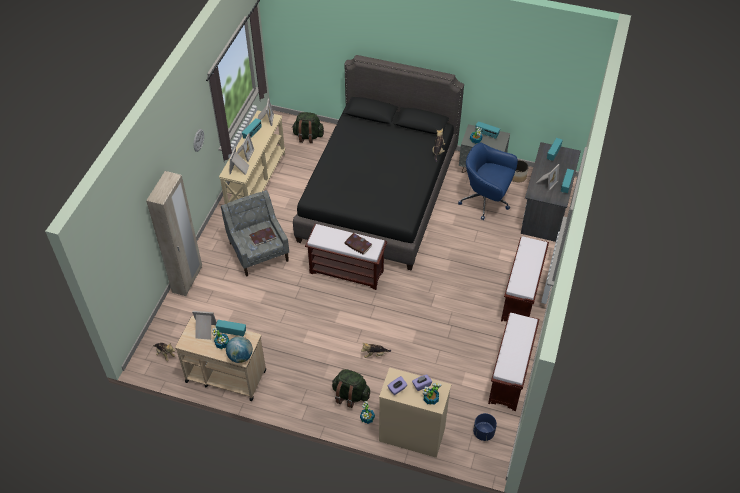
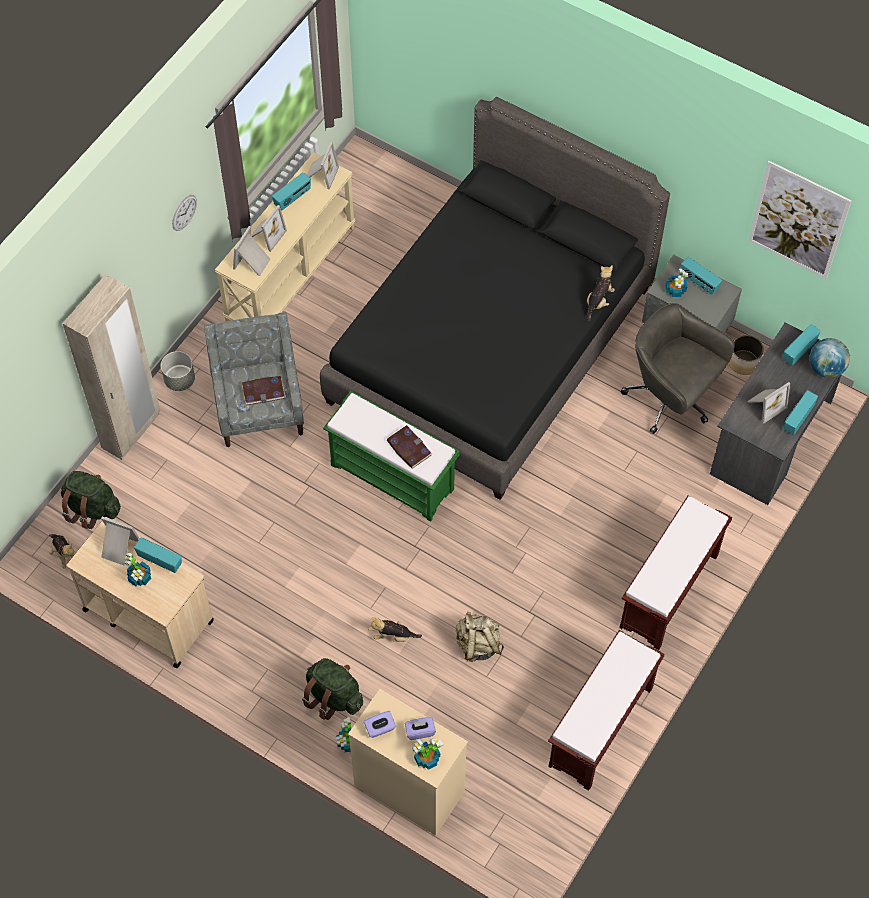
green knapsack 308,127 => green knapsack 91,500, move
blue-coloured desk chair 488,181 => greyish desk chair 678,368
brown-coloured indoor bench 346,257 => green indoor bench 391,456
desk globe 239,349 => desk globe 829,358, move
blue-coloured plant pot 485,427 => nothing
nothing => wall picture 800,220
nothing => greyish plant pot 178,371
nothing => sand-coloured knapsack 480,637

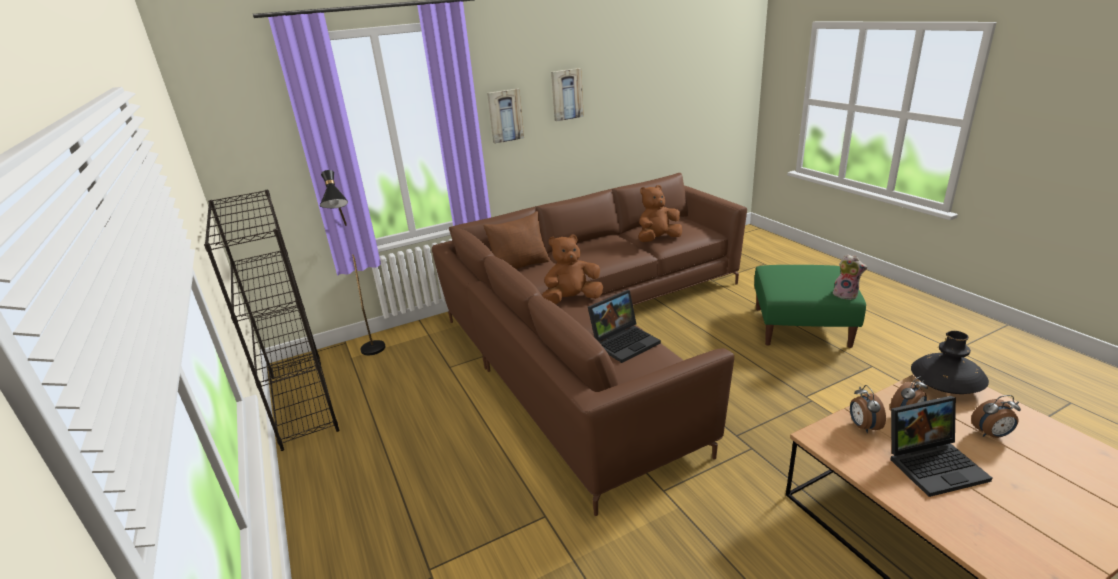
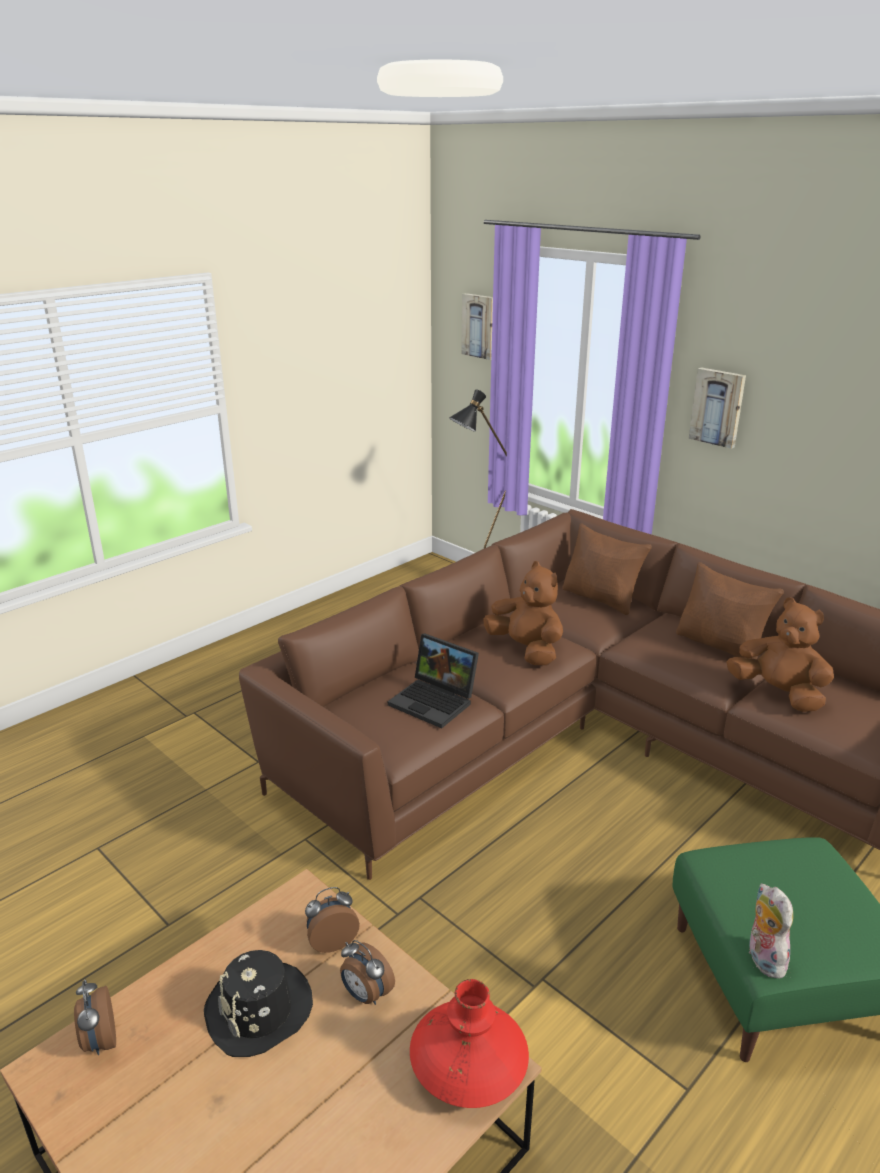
wall picture 567,94 => wall picture 477,326, move
black-coloured shelving unit 271,320 => nothing
soft toy 850,277 => soft toy 771,931, 150 degrees clockwise
black-coloured vase 950,362 => red-coloured vase 469,1043
bedside clock 996,416 => bedside clock 95,1017, move
notebook computer 941,446 => black-coloured hat 258,1003
nothing => brown-coloured throw pillow 730,610

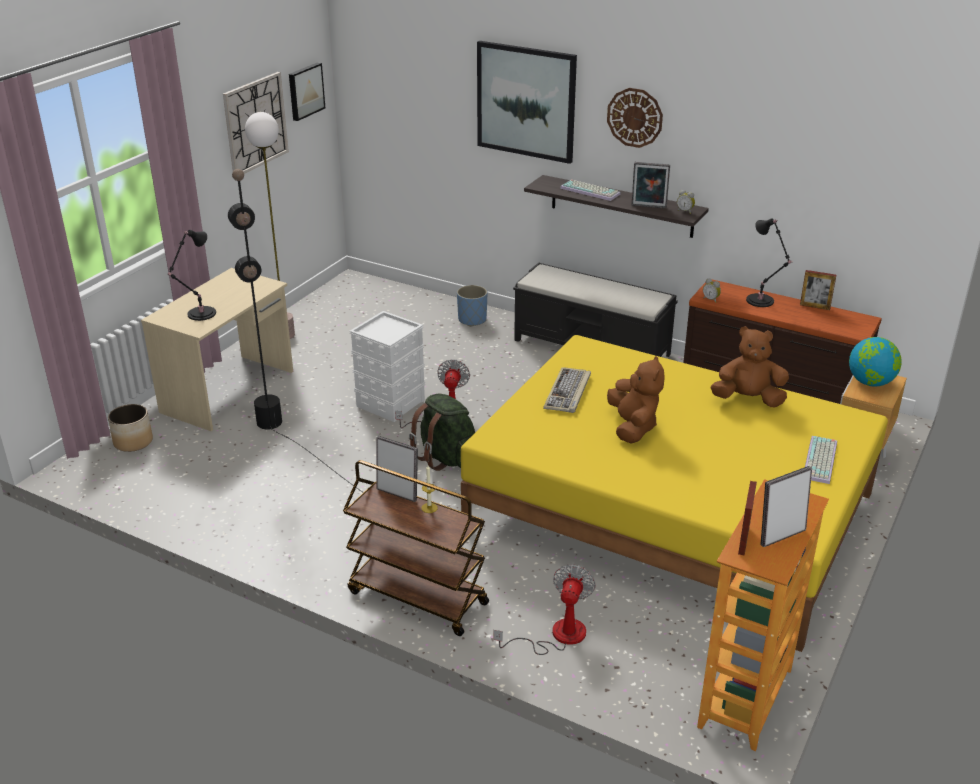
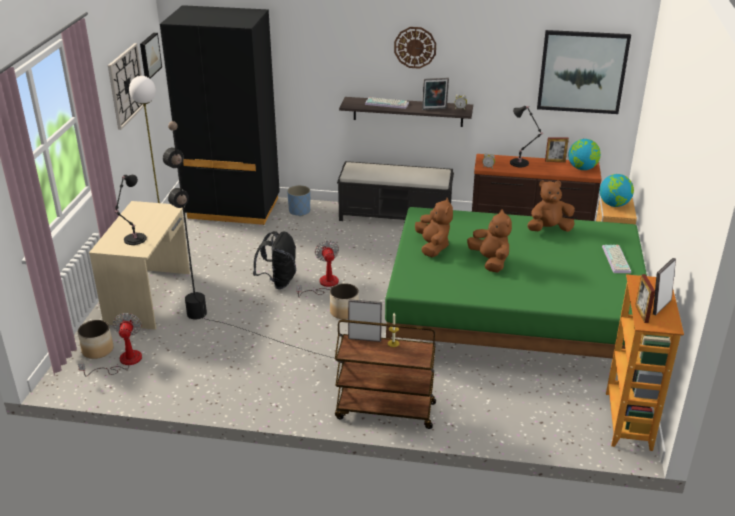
wall picture 527,102 => wall picture 584,72, move
white storage bin 387,366 => black-coloured knapsack 274,260
yellow-coloured bed 674,493 => green bed 516,283
keyboard 567,390 => brown-coloured soft toy 434,227
green knapsack 442,432 => plant pot 344,301
fan 545,609 => fan 110,344, move
nothing => black-coloured wardrobe 220,115
nothing => desk globe 584,154

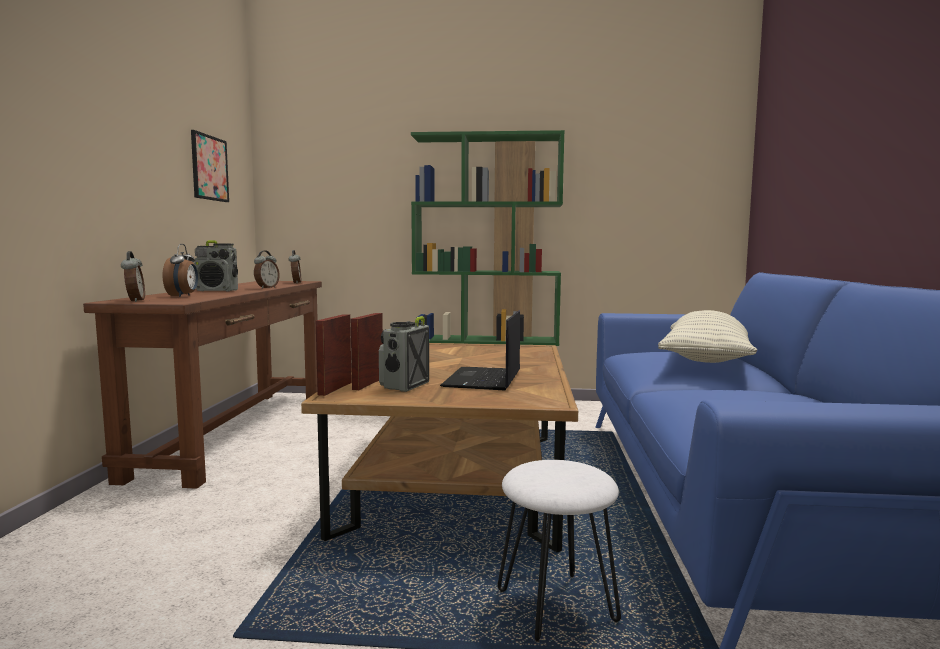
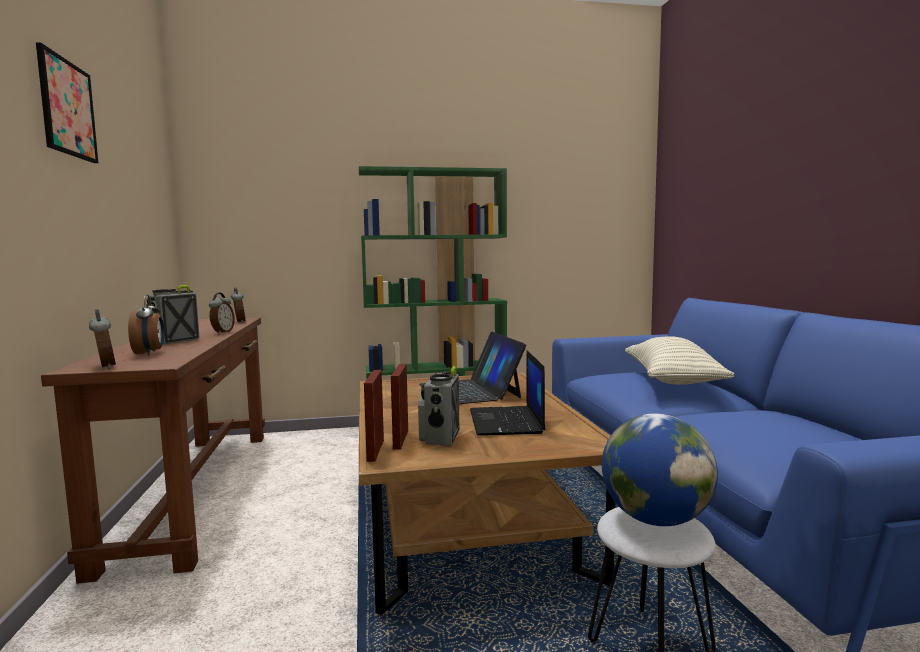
wall picture 210,166 => wall picture 67,102, move
radio 216,265 => radio 173,314, 135 degrees clockwise
nothing => notebook computer 472,367
nothing => desk globe 660,469

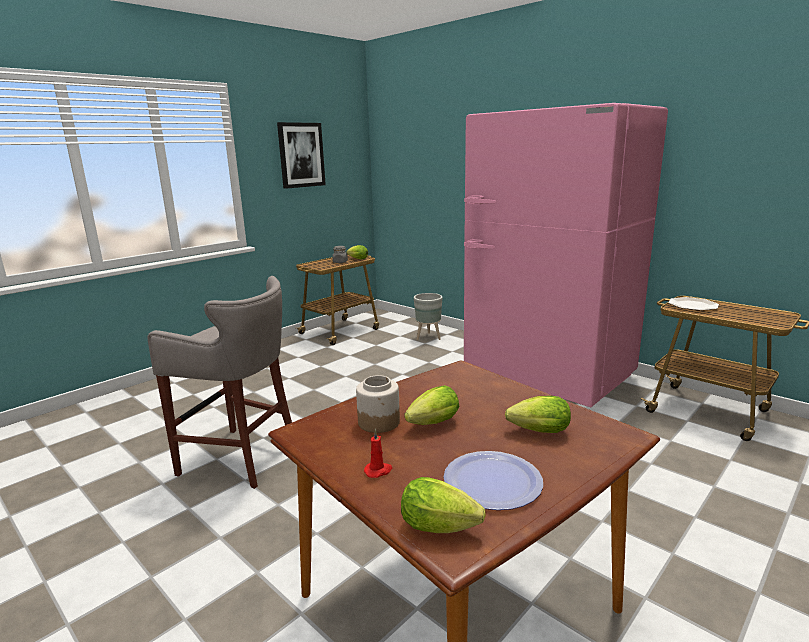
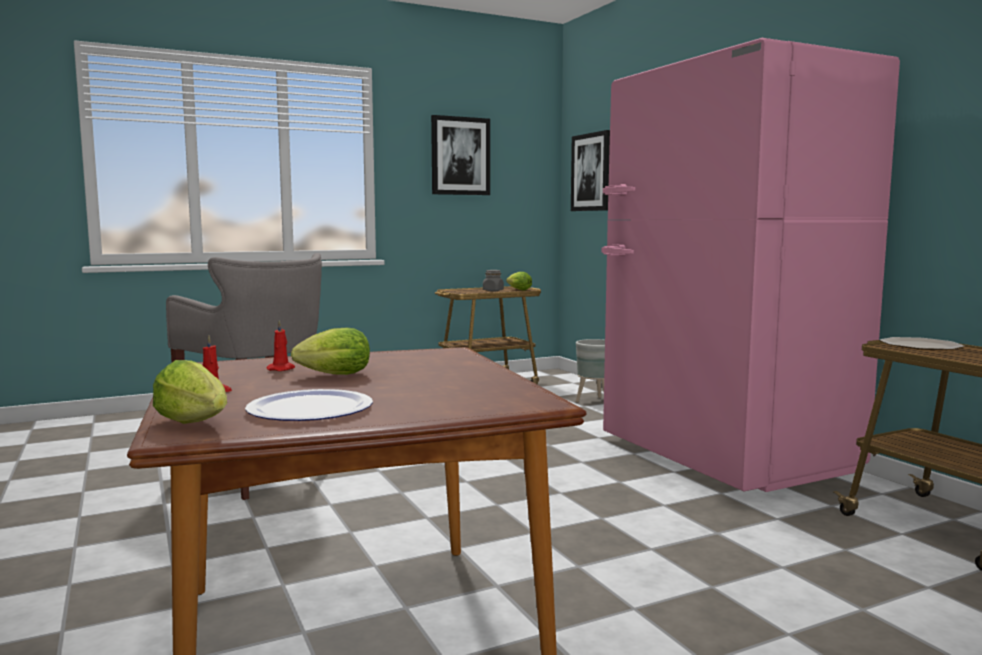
jar 378,404 => red-coloured wax light 281,345
lettuce head 538,414 => nothing
nothing => wall picture 590,170

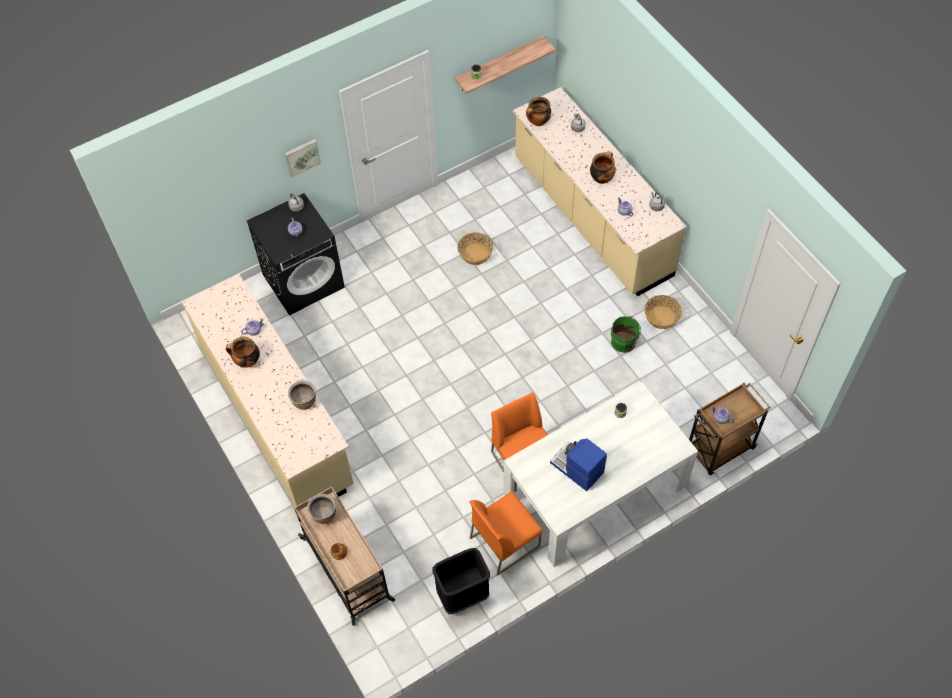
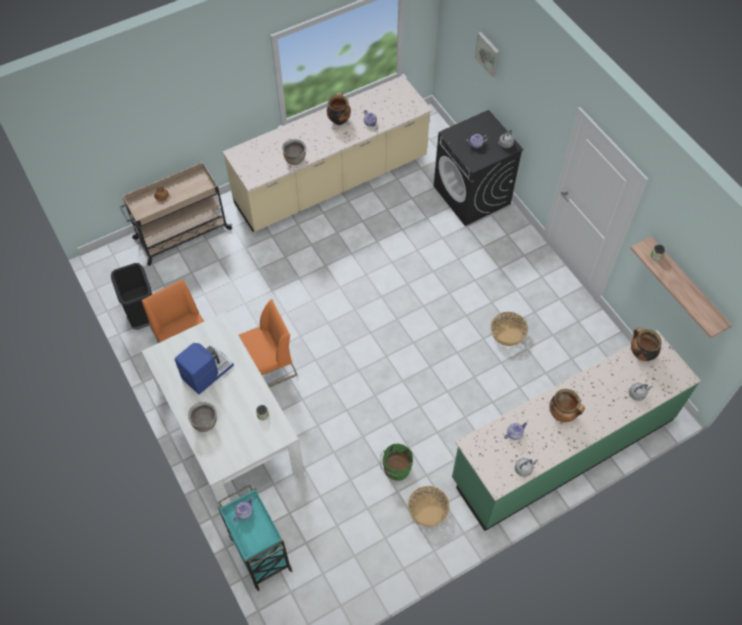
sand-coloured kitchen counter 599,191 => green kitchen counter 576,430
wall picture 302,158 => wall picture 487,54, move
brown-coloured cart 729,429 => turquoise cart 255,538
brown-coloured saucepot 321,509 => brown-coloured saucepot 202,417, move

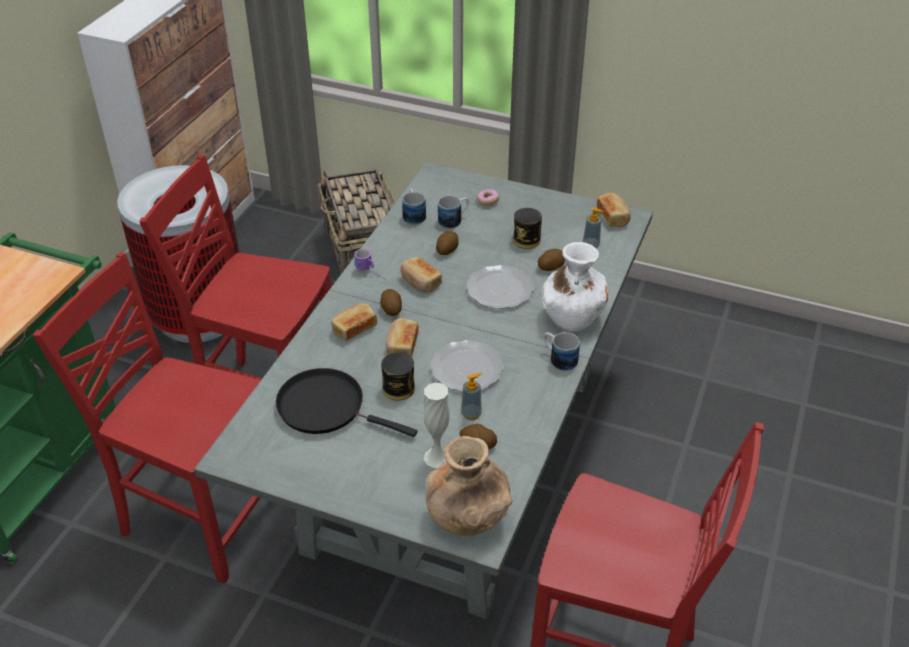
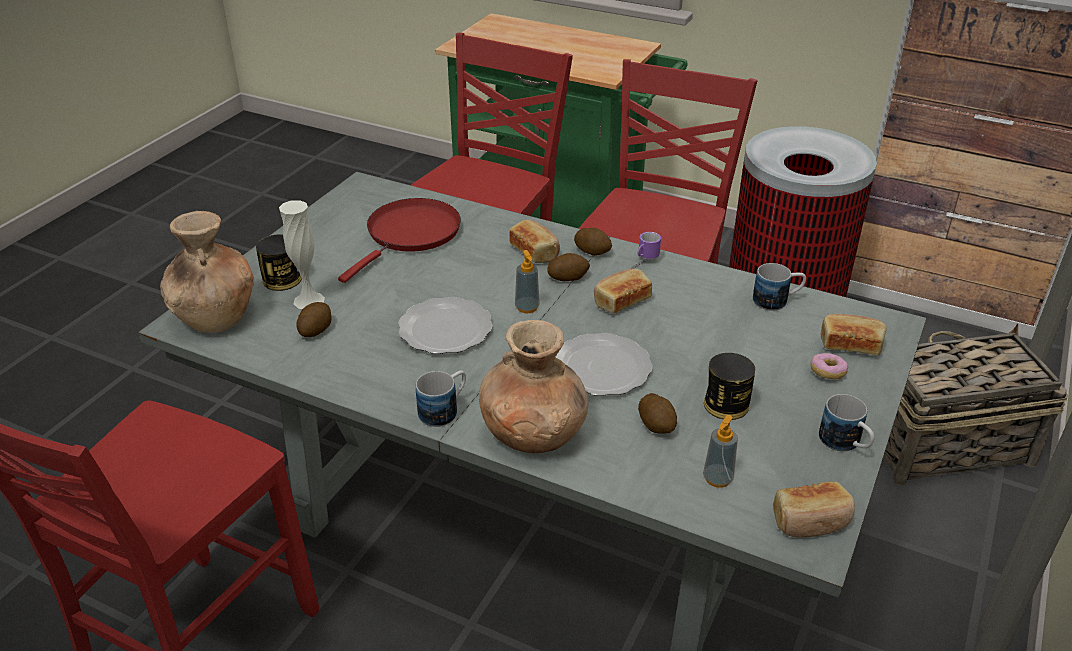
tea mug 453,212 => tea mug 846,422, move
whole potato 447,243 => whole potato 593,242, move
white vase 574,287 => brown-coloured vase 533,386
bakery bread 402,337 => bakery bread 853,334, move
can 398,376 => can 278,262, move
black-coloured frying pan 346,402 => red-coloured frying pan 399,240
soap bottle 471,396 => soap bottle 527,282, move

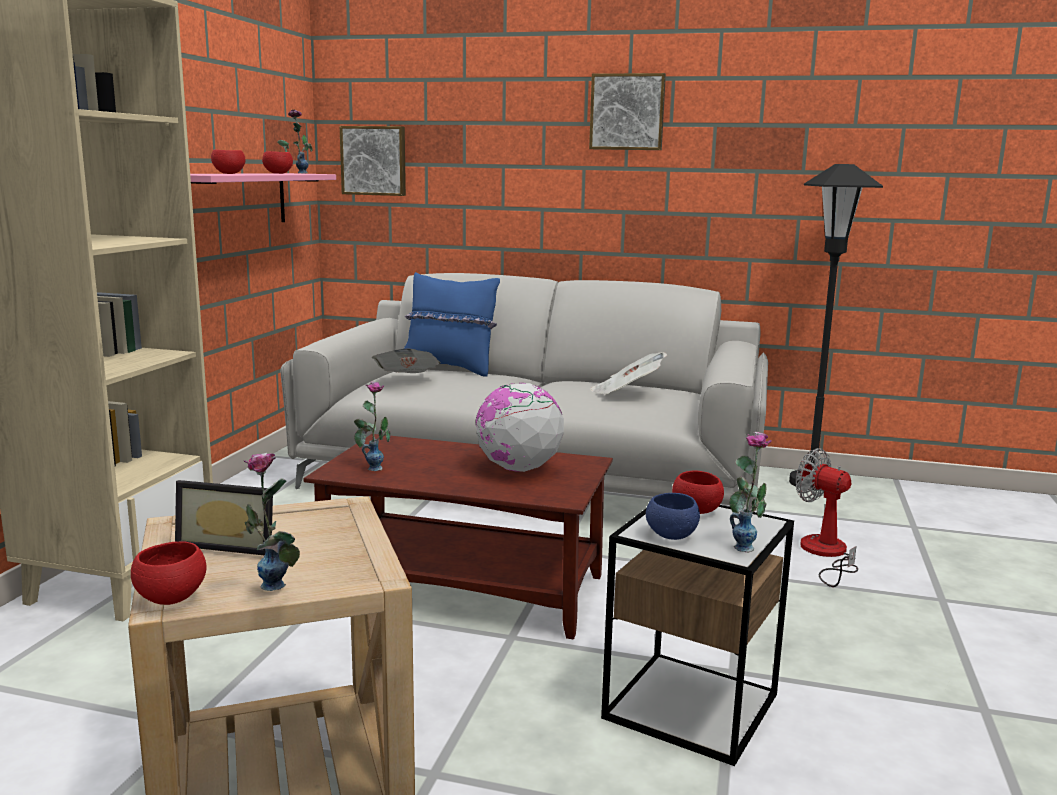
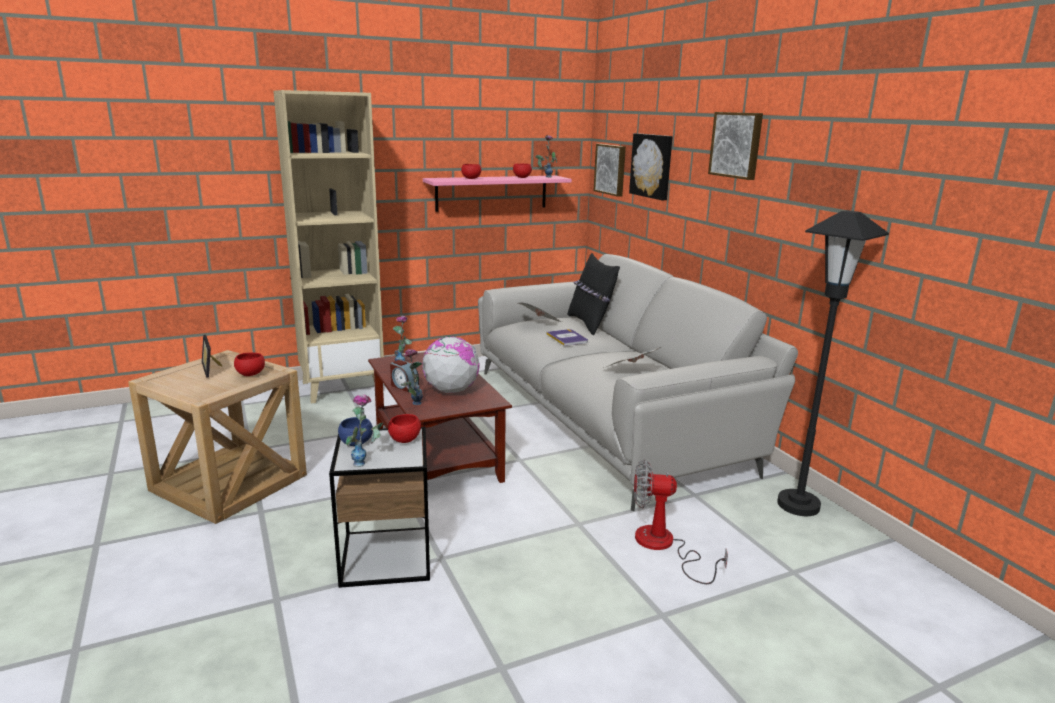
blue-coloured throw pillow 452,324 => black-coloured throw pillow 594,294
fan 827,517 => fan 681,522, 90 degrees counterclockwise
vase 272,522 => vase 412,377, move
red-coloured deep dish 169,573 => red-coloured deep dish 249,364, move
nothing => wall picture 651,166
nothing => book 567,337
nothing => bedside clock 404,376

